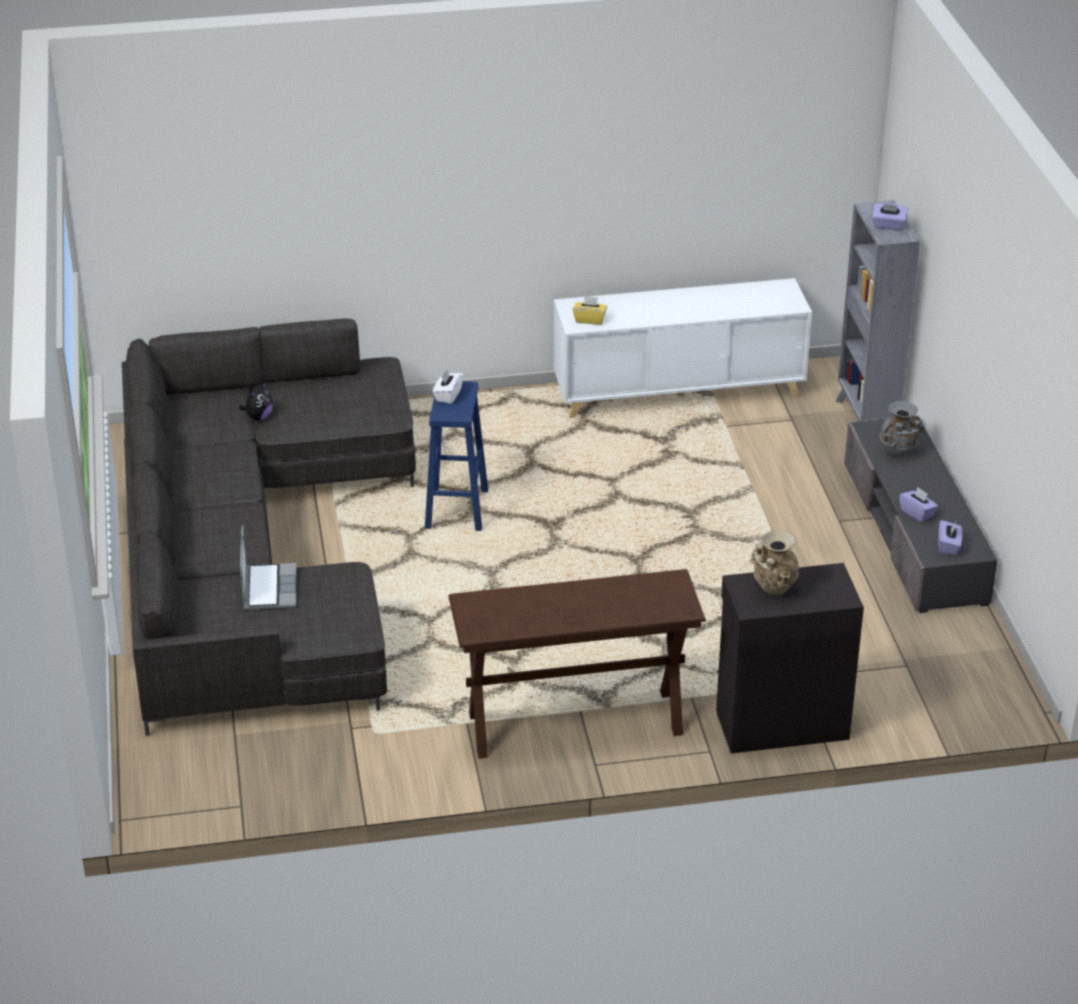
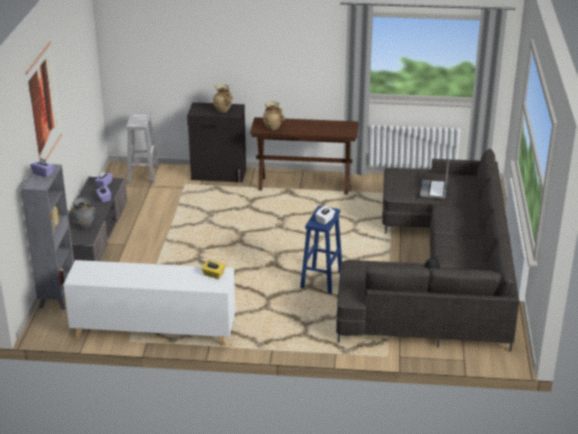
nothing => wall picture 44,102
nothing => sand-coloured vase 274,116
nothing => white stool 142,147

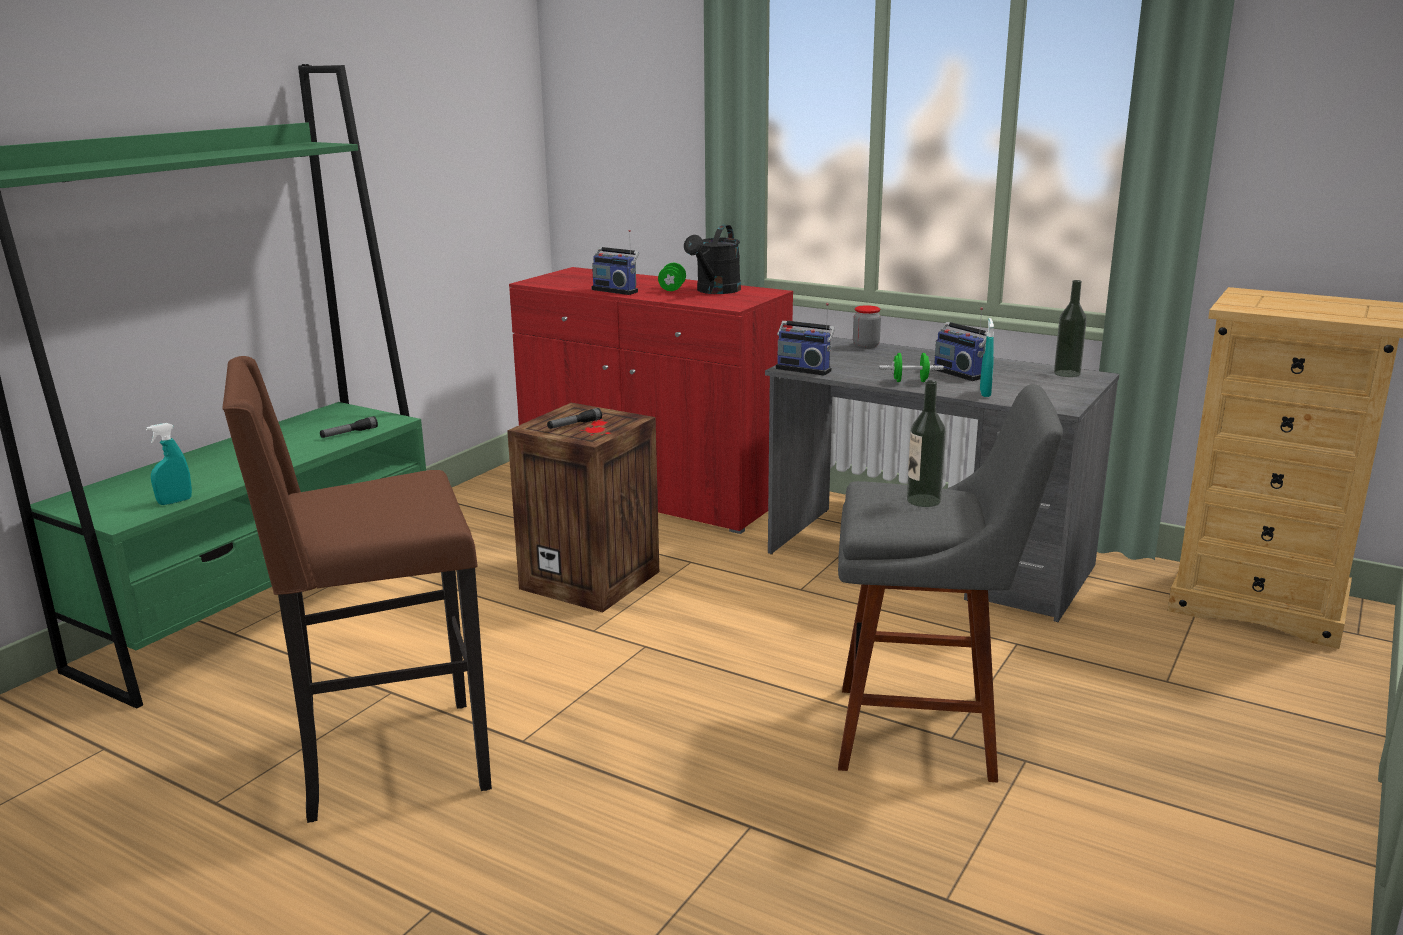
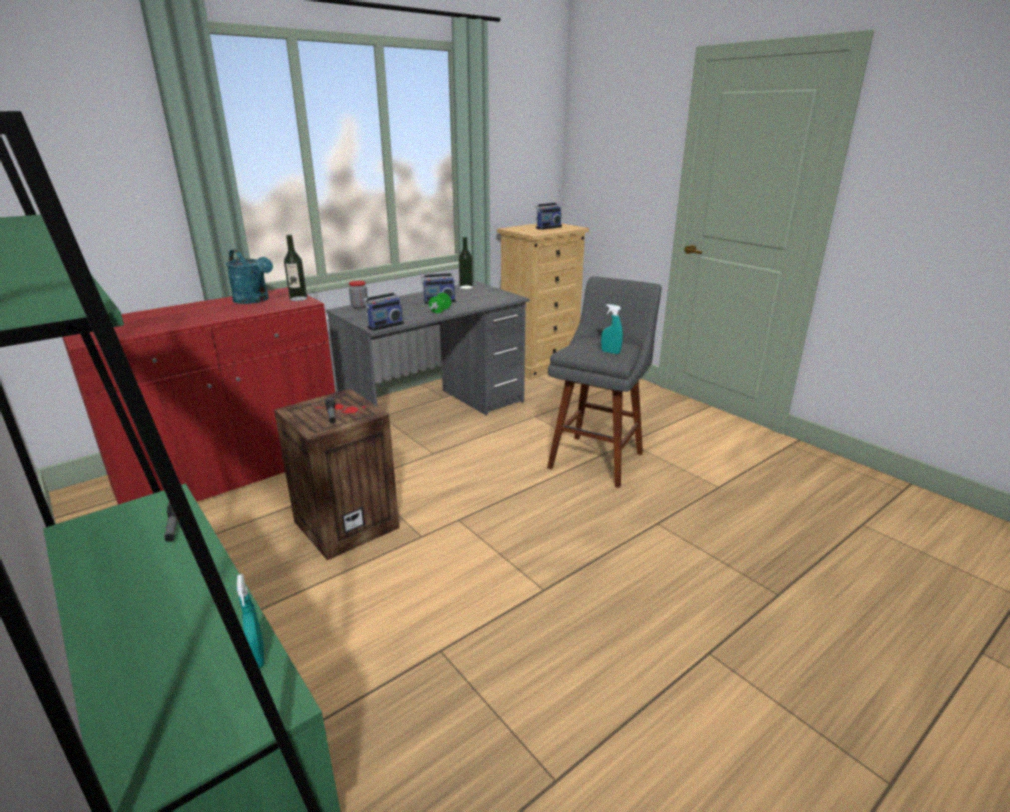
black-coloured watering can 712,259 => turquoise watering can 249,276
radio 615,262 => radio 548,210, move
green hand weight 672,277 => nothing
turquoise hand sprayer 987,357 => turquoise hand sprayer 612,329, move
brown-coloured stool 357,589 => nothing
drink bottle 926,443 => drink bottle 295,268, move

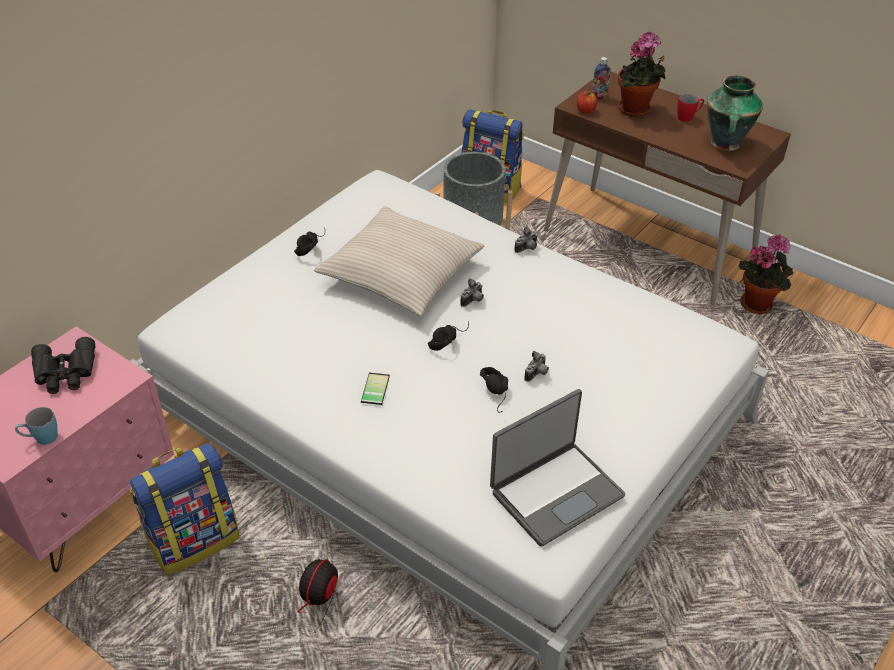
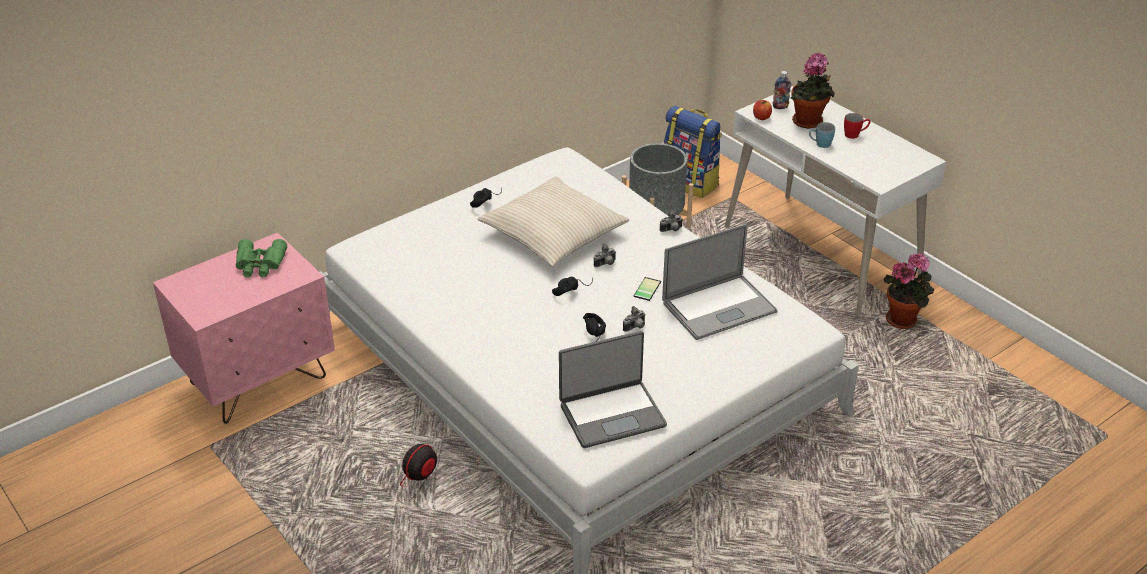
brown-coloured desk 667,188 => white desk 835,200
vase 735,113 => nothing
black-coloured field glasses 63,365 => green field glasses 261,258
telephone 375,389 => telephone 647,289, move
blue-coloured tea mug 36,426 => blue-coloured tea mug 822,135, move
knapsack 184,509 => nothing
nothing => notebook computer 720,281

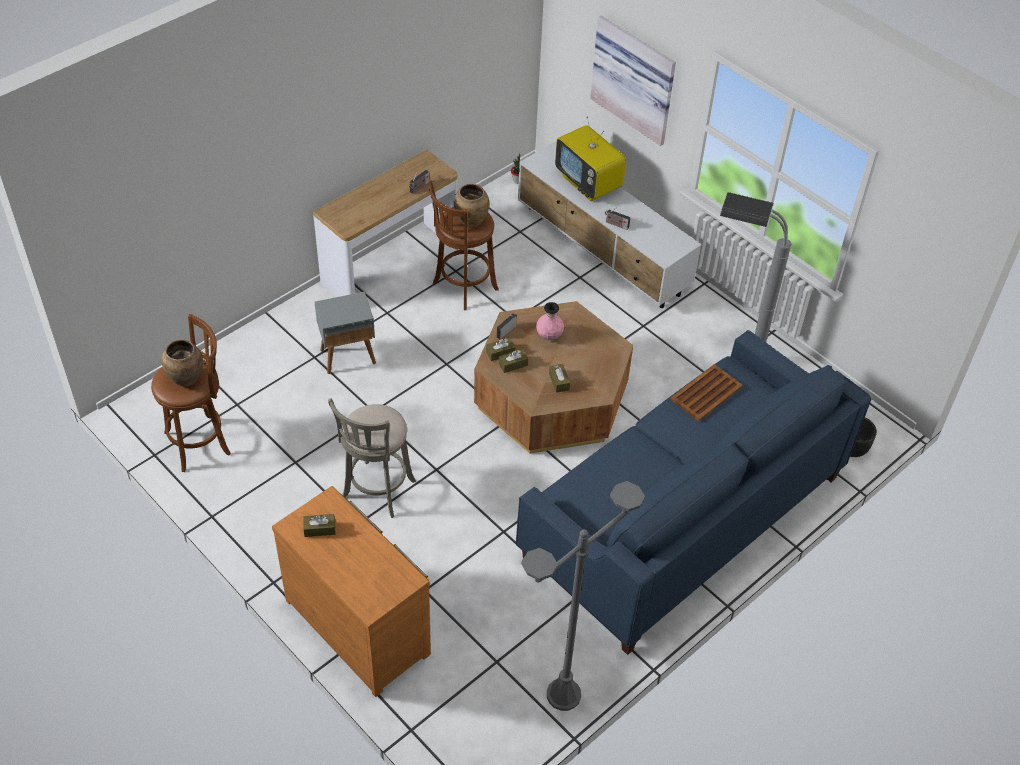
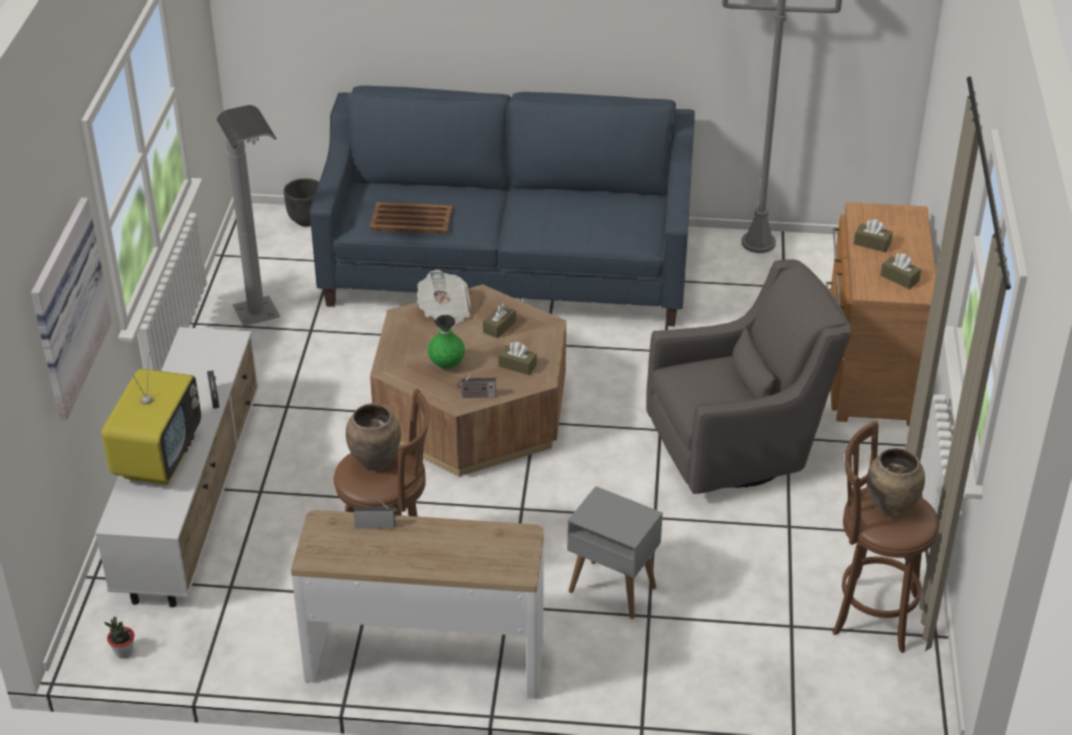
pink-coloured vase 550,321 => green vase 446,342
brown-coloured tissue holder 500,349 => brown-coloured tissue holder 873,236, move
greyish stool 372,458 => greyish easy chair 749,376
nothing => printed paper 444,299

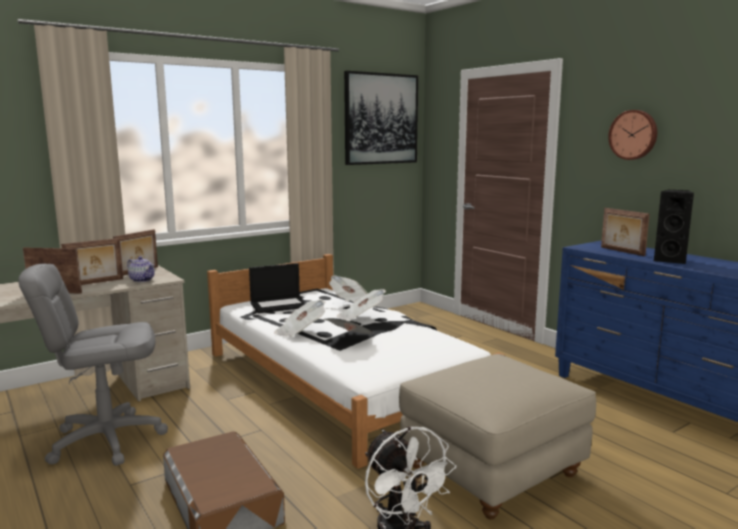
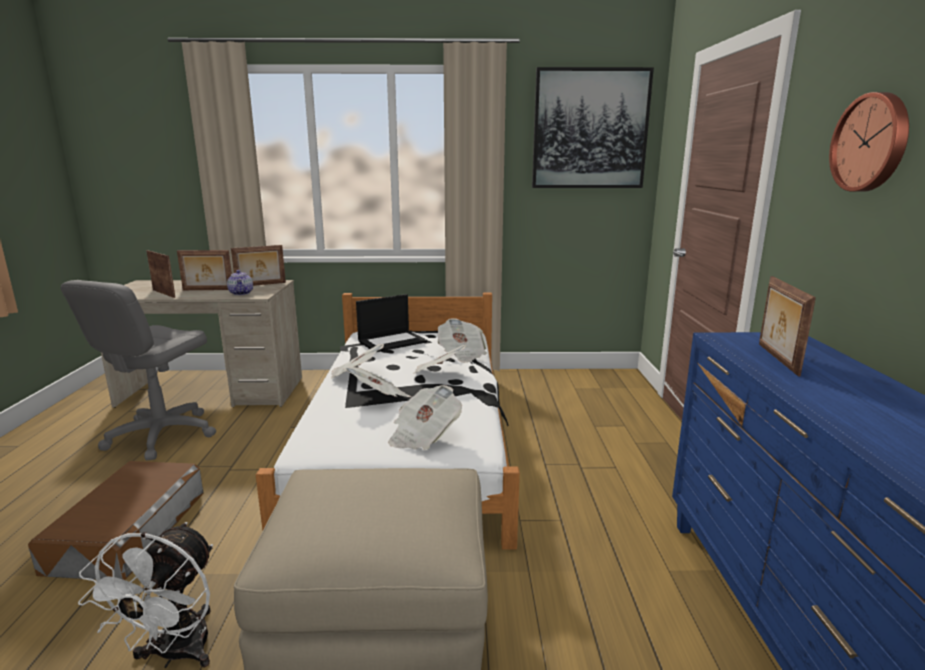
black-coloured speaker 674,227 => nothing
notebook computer 278,288 => notebook computer 391,323, 45 degrees counterclockwise
greyish desk chair 93,365 => greyish desk chair 138,370, 90 degrees counterclockwise
nothing => printed paper 425,417

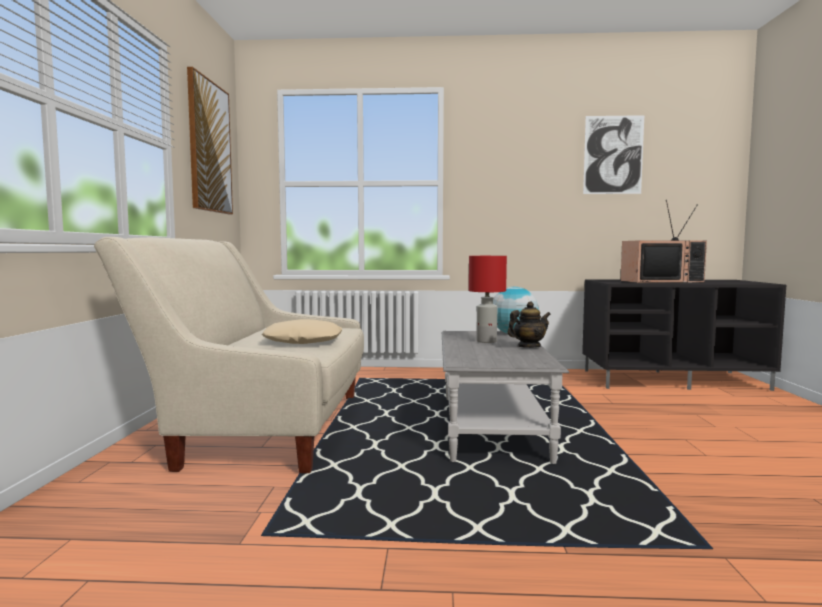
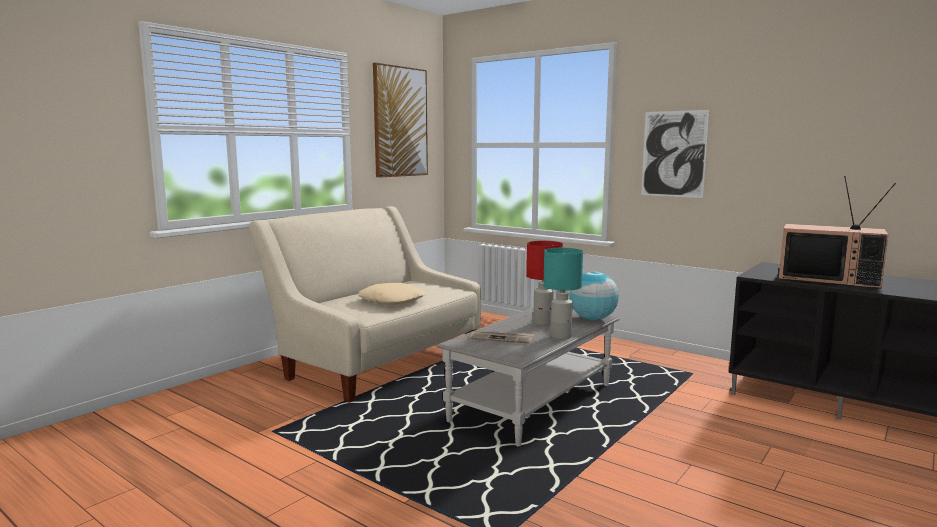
wall picture 613,154 => wall picture 675,154, move
pot for tea 529,324 => turquoise table lamp 563,293
nothing => printed paper 502,337

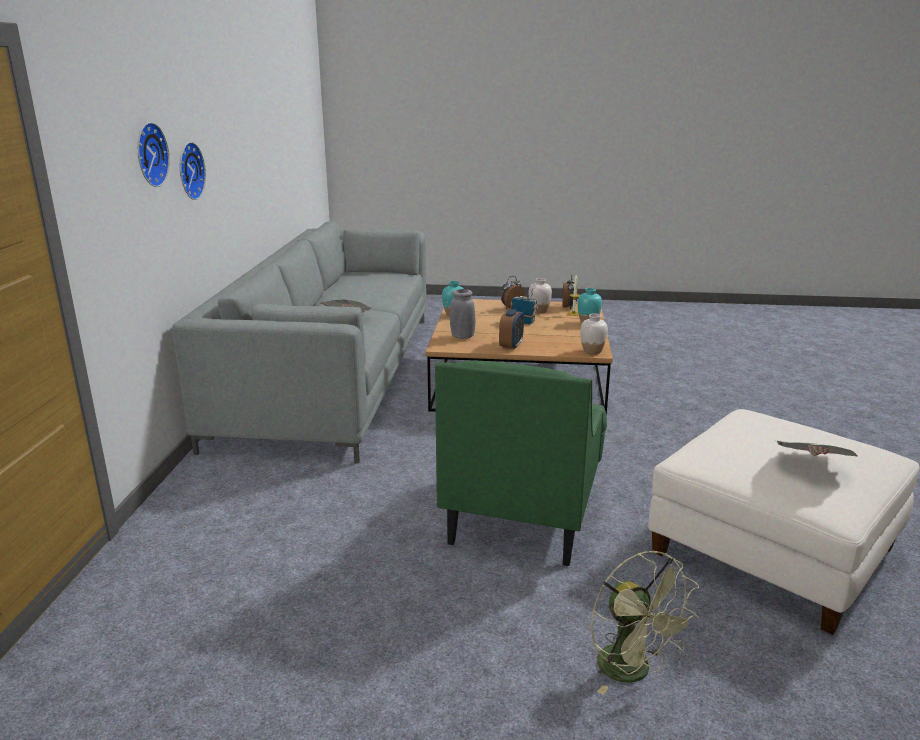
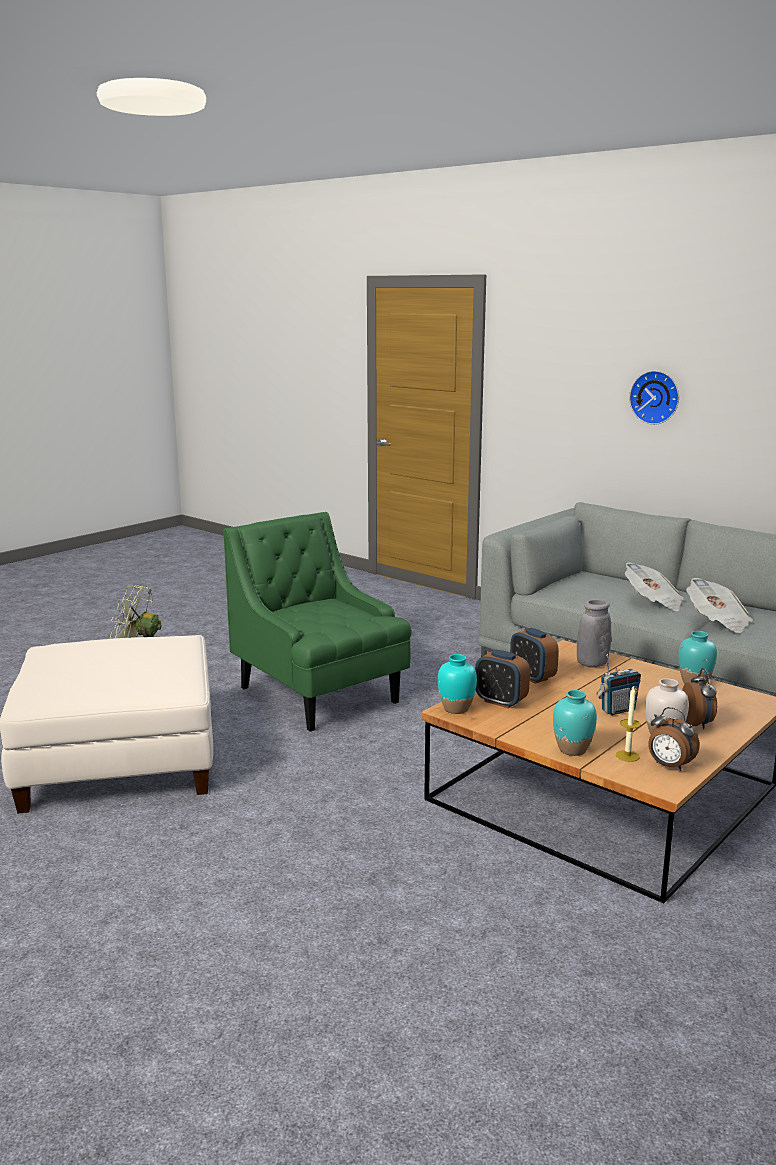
clock on the wall 153,154 => nothing
white vase 594,334 => turquoise vase 457,684
printed paper 817,448 => printed paper 720,605, move
nothing => bedside clock 502,679

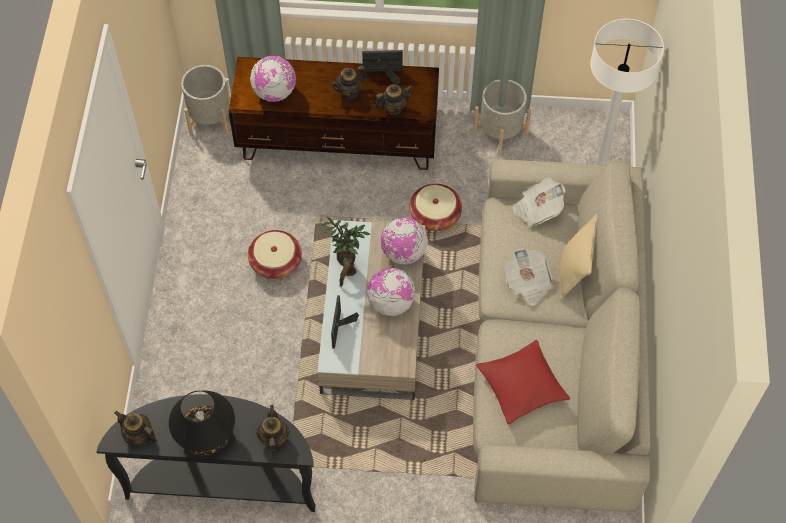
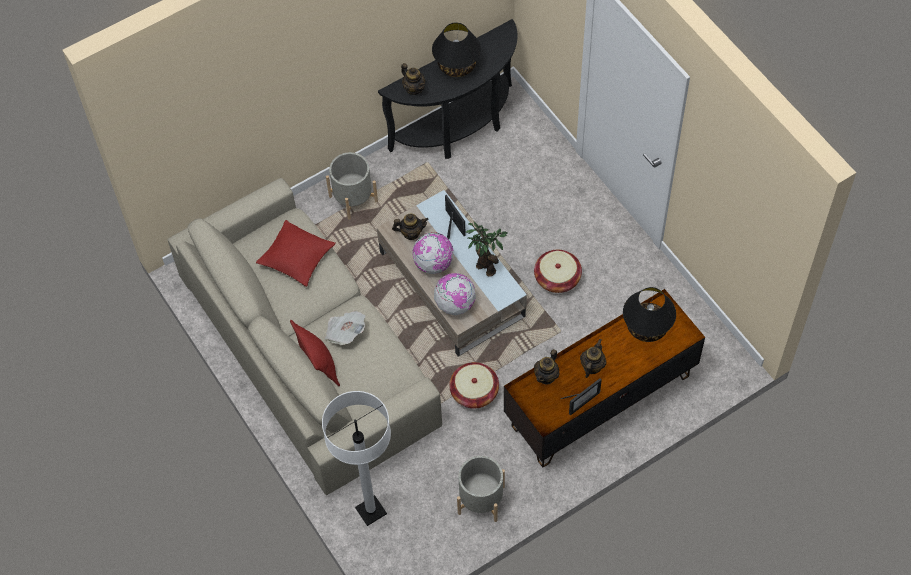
desk globe 273,79 => black-coloured table lamp 649,314
greyish plant pot 206,99 => greyish plant pot 352,185, move
printed paper 539,202 => nothing
sand-coloured throw pillow 579,257 => red-coloured throw pillow 315,353
pot for tea 135,428 => pot for tea 410,227, move

